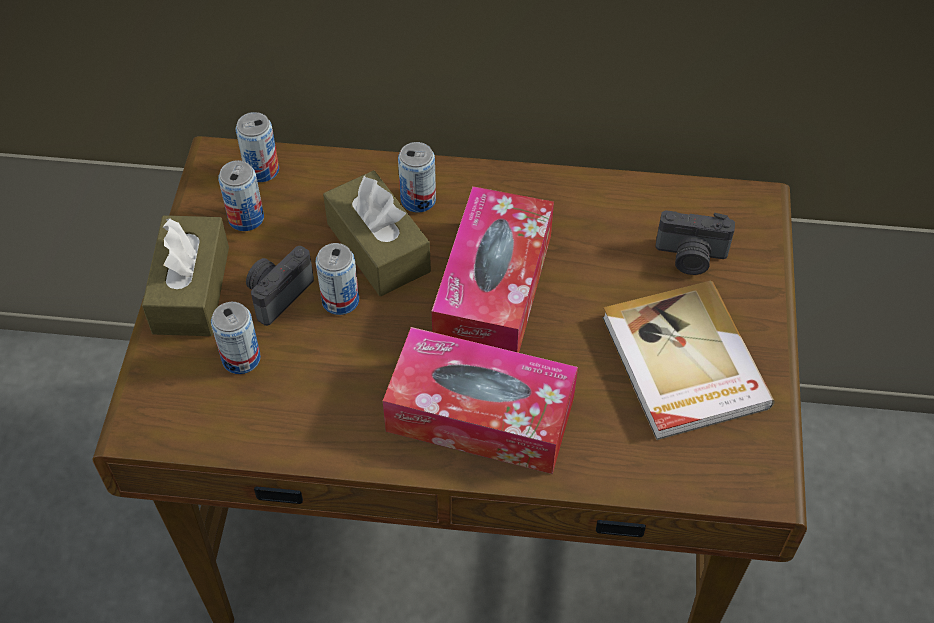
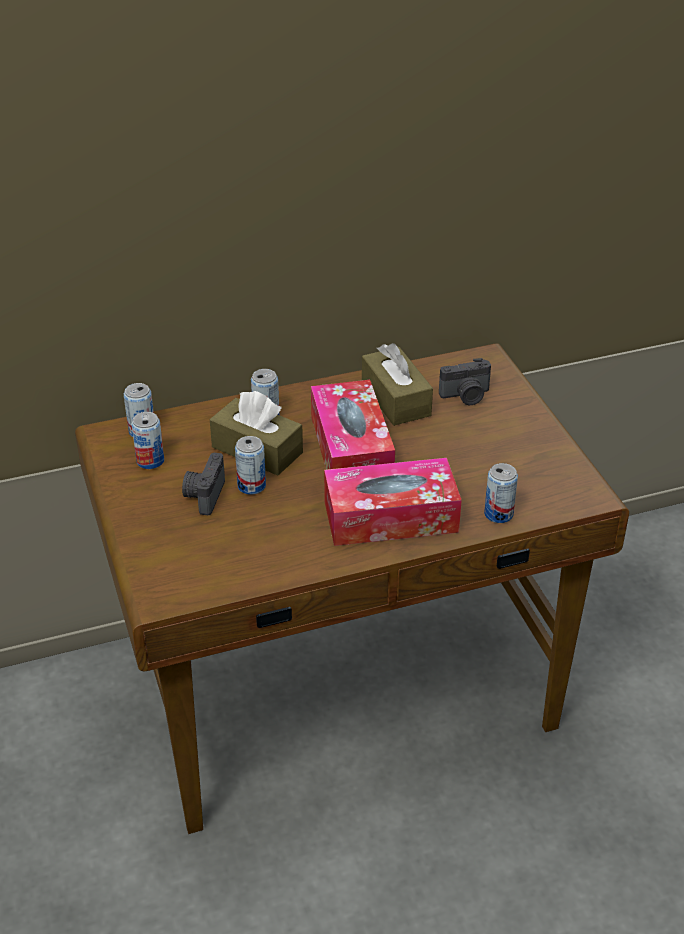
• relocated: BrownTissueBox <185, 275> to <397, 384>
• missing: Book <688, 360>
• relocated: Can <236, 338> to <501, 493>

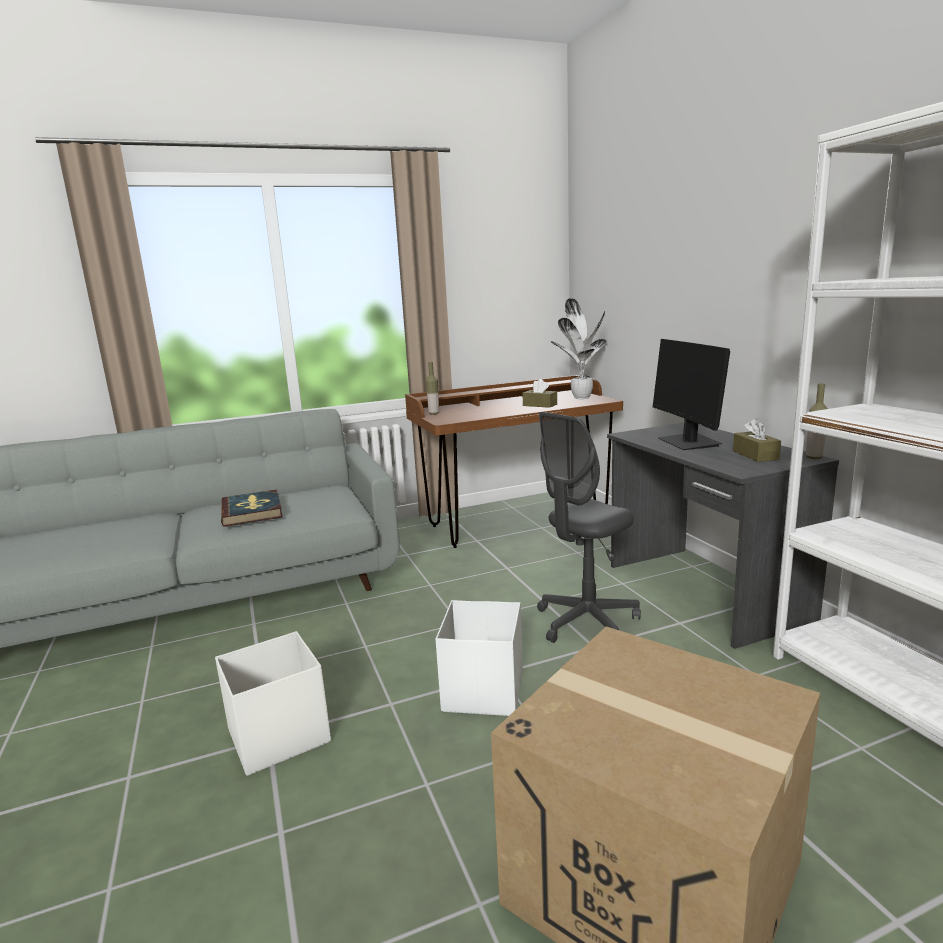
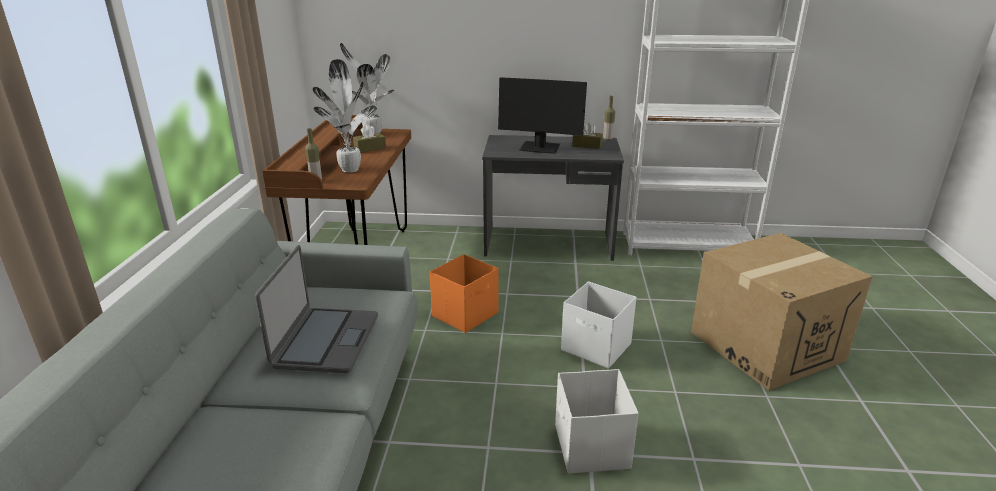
• missing: GreyOfficeChair <589, 527>
• exchanged: Book <252, 508> to Laptop <316, 309>
• appeared: PottedPlant <345, 116>
• appeared: OrangeStorageBox <464, 293>

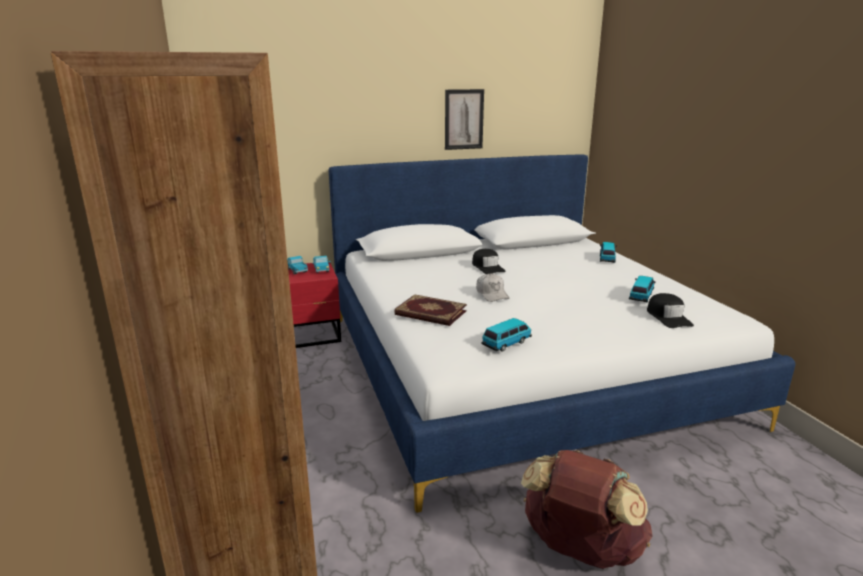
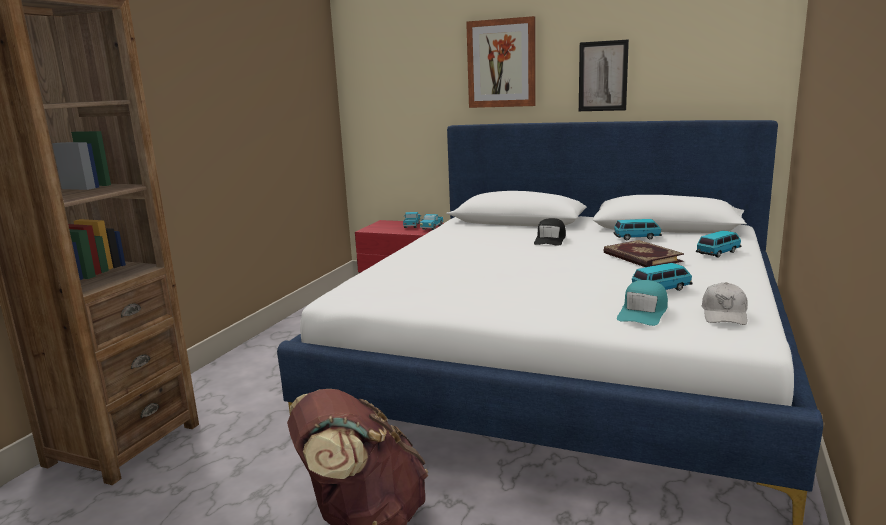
• relocated: WhiteCap <493, 287> to <725, 303>
• colour: BlackCap <670, 310> to TurquoiseCap <642, 303>
• relocated: Book <430, 310> to <643, 253>
• relocated: ToyCar <506, 335> to <638, 229>
• appeared: Picture <501, 62>

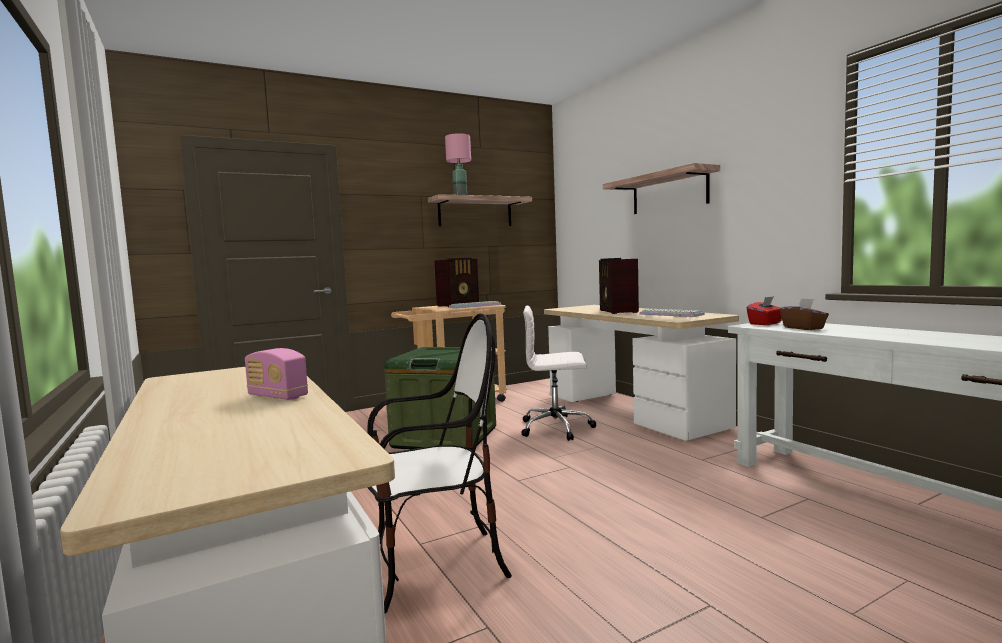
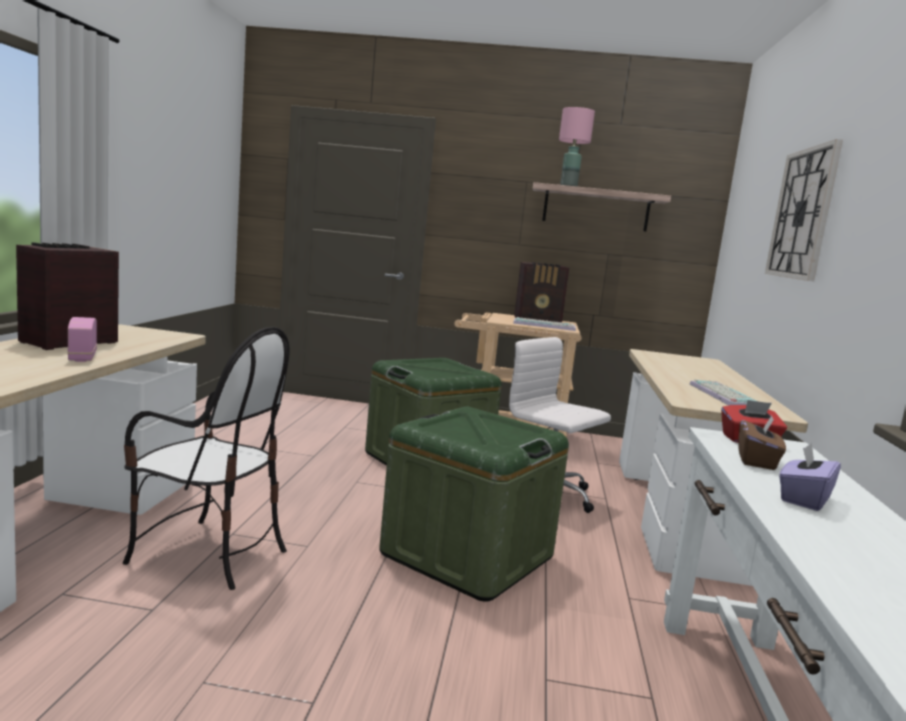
• exchanged: Shelf <661, 188> to WallClock <804, 210>
• relocated: Radio <619, 286> to <67, 296>
• appeared: GreenStorageBox <474, 504>
• appeared: PurpleTissueBox <810, 477>

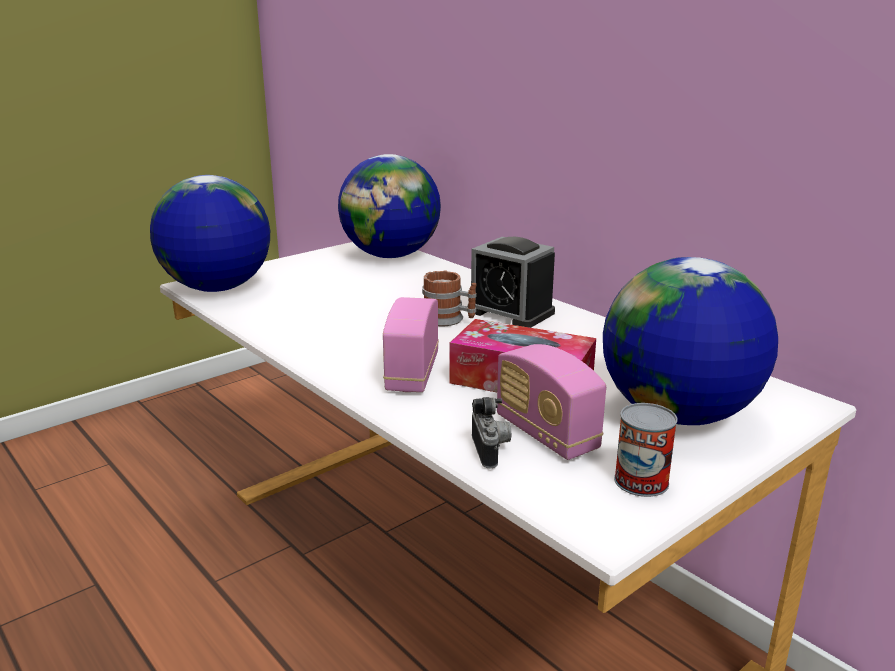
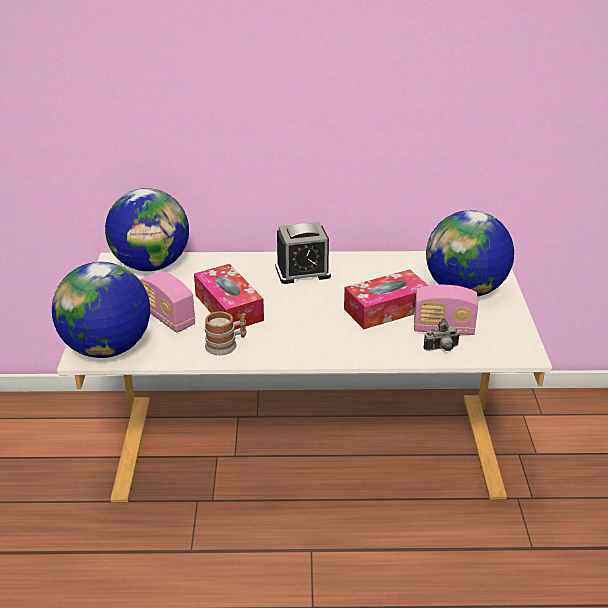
• relocated: Mug <449, 298> to <226, 333>
• relocated: Radio <411, 344> to <167, 301>
• spun: PhotoCamera <491, 432> = <441, 334> 135 degrees clockwise
• missing: Can <646, 450>
• appeared: TissueBox <229, 297>

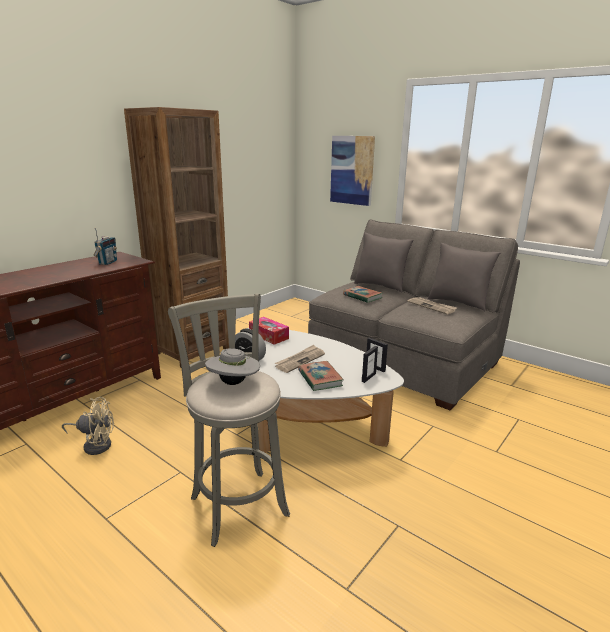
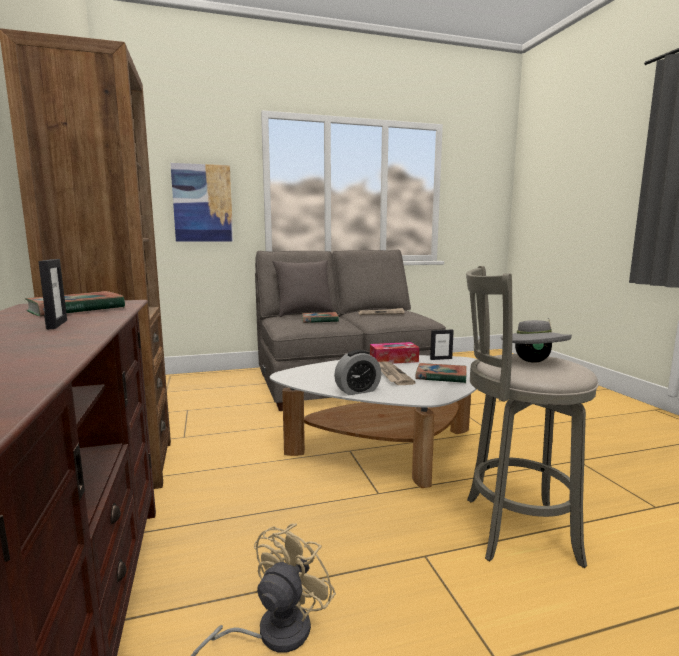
• exchanged: Radio <105, 246> to Book <75, 303>
• missing: GreyPillow <464, 277>
• relocated: TissueBox <269, 331> to <394, 353>
• relocated: PictureFrame <370, 364> to <52, 294>

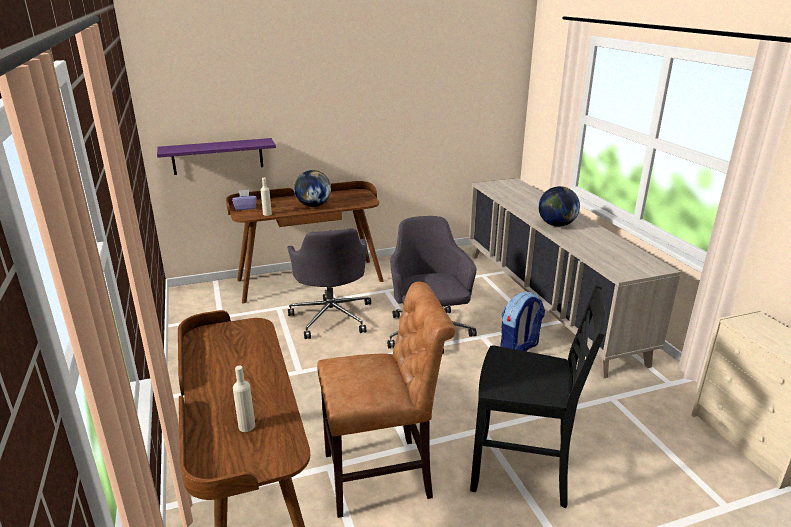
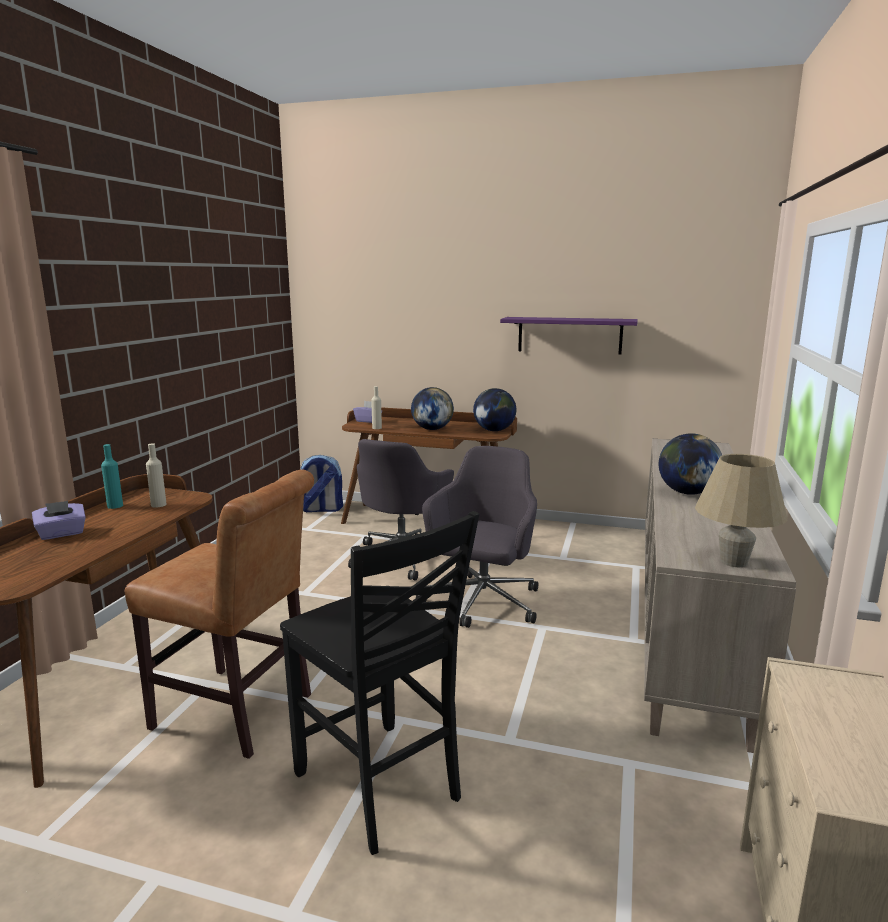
• relocated: PurpleShelf <216, 156> to <569, 336>
• relocated: Backpack <523, 321> to <321, 483>
• relocated: BeigeBottle <244, 399> to <156, 475>
• appeared: Globe <494, 409>
• appeared: TurquoiseBottle <112, 476>
• appeared: BeigeTableLamp <741, 510>
• appeared: PurpleTissueBox <59, 520>

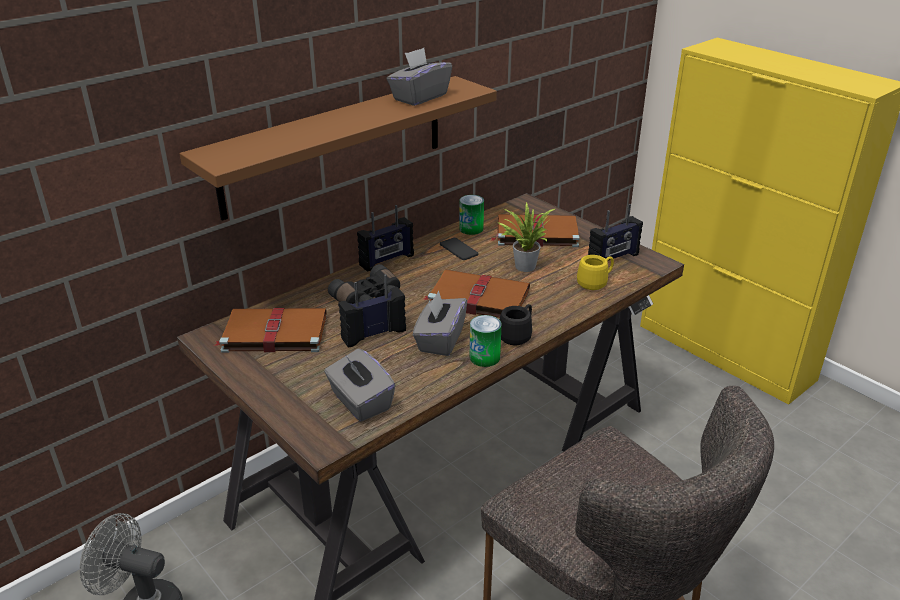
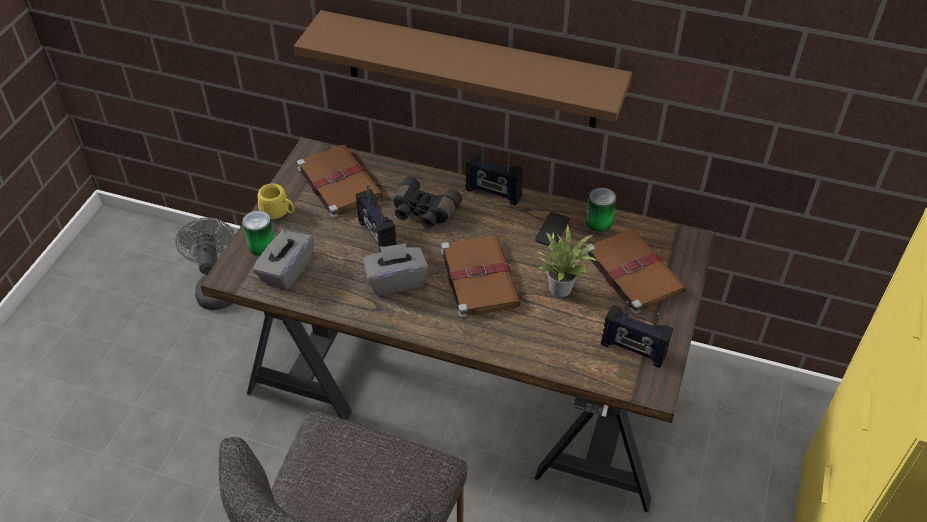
• missing: GreyTissueBox <419, 77>
• relocated: YellowMug <595, 272> to <276, 201>
• spun: Radio <372, 311> = <376, 218> 150 degrees counterclockwise
• missing: BlackMug <516, 324>
• relocated: Can <486, 341> to <258, 233>

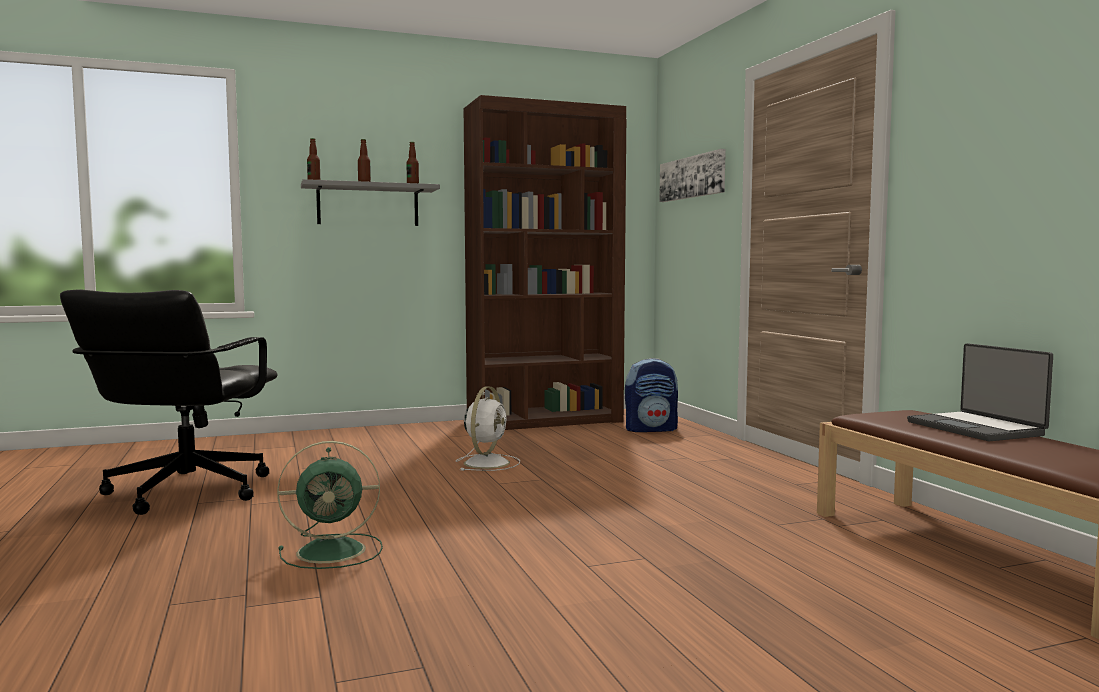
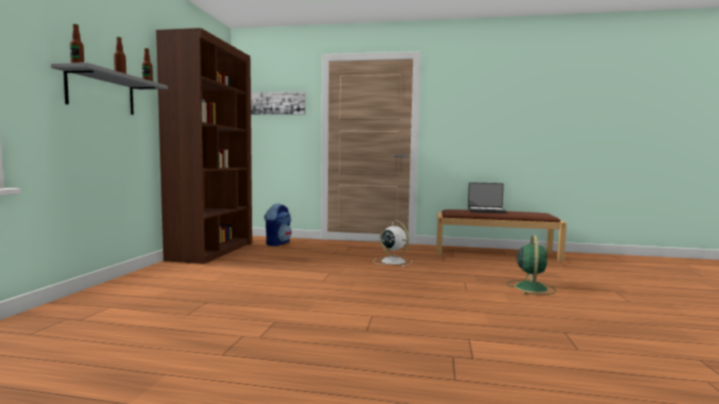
• missing: BlackOfficeChair <169, 402>
• relocated: WhiteFan <488, 428> to <392, 243>
• relocated: GreenFan <330, 505> to <531, 265>

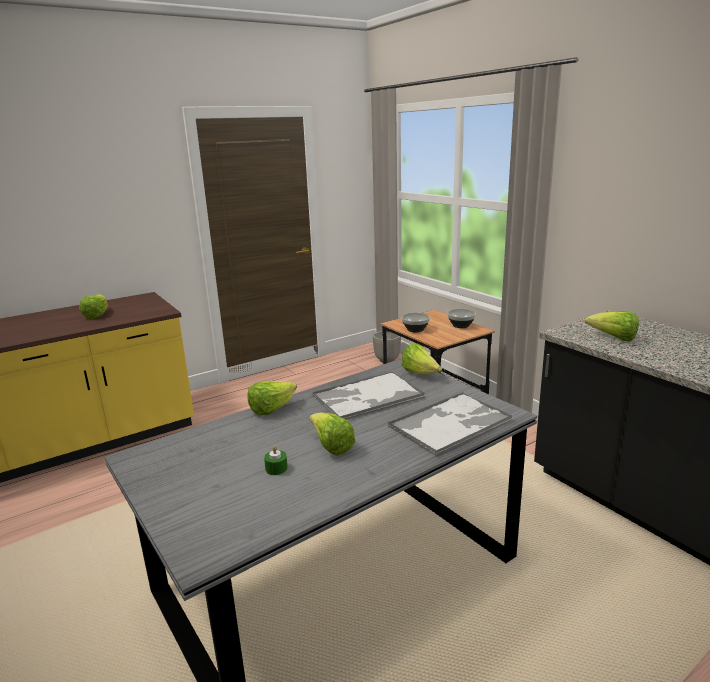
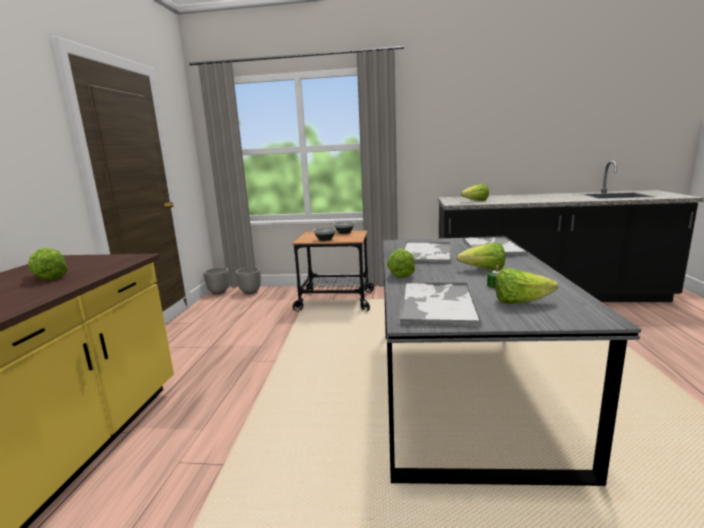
• relocated: Lettuce <422, 359> to <526, 286>
• appeared: Planter <216, 281>
• appeared: Tray <440, 304>

